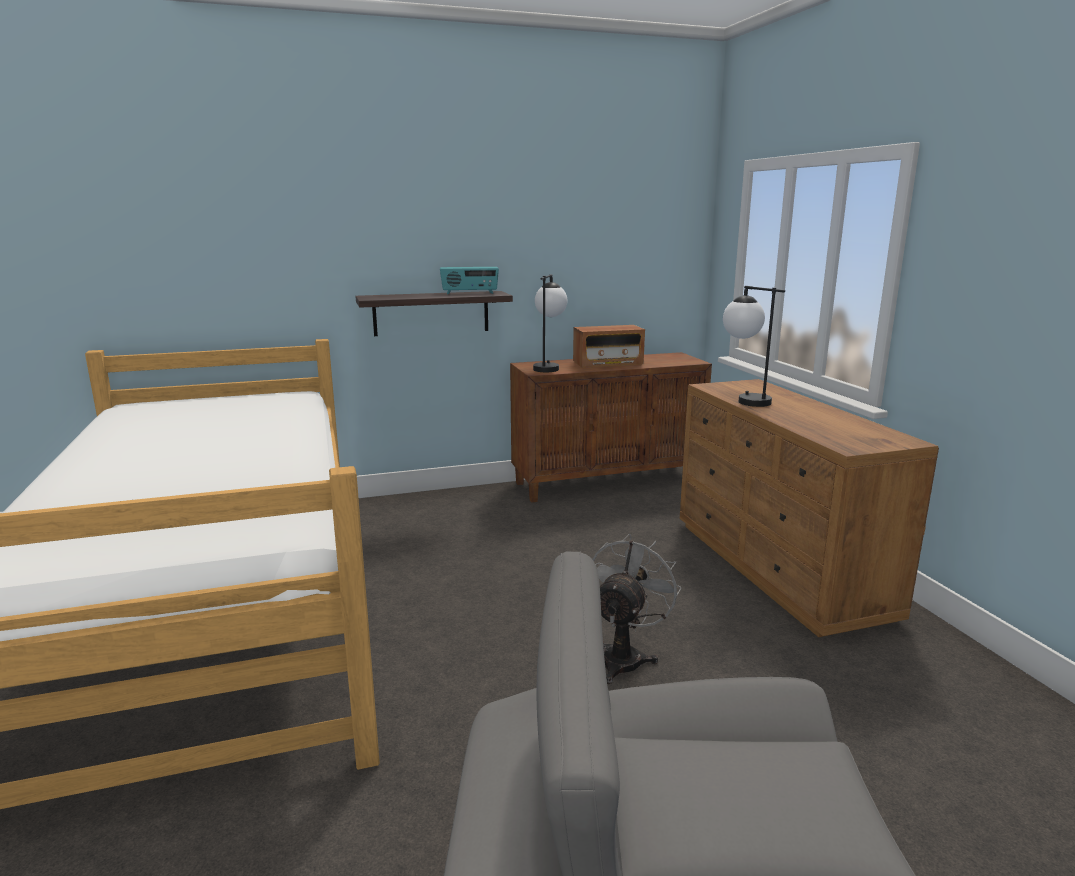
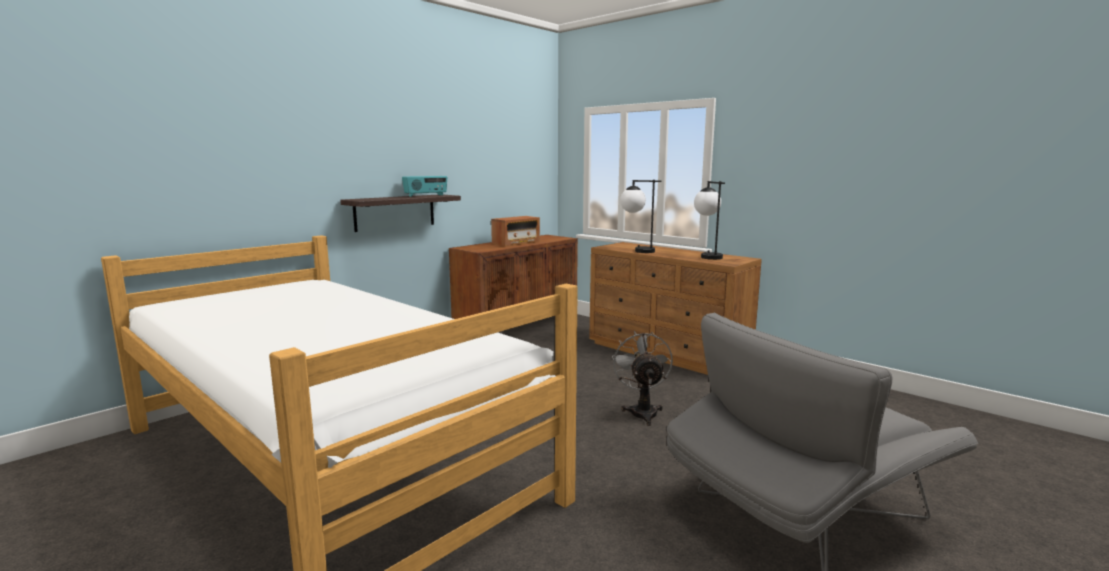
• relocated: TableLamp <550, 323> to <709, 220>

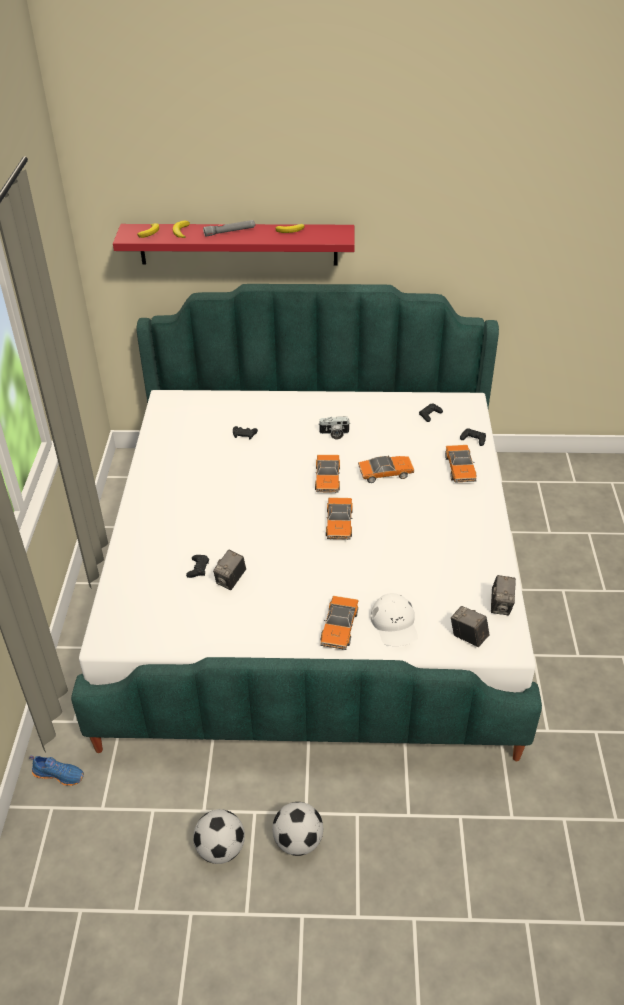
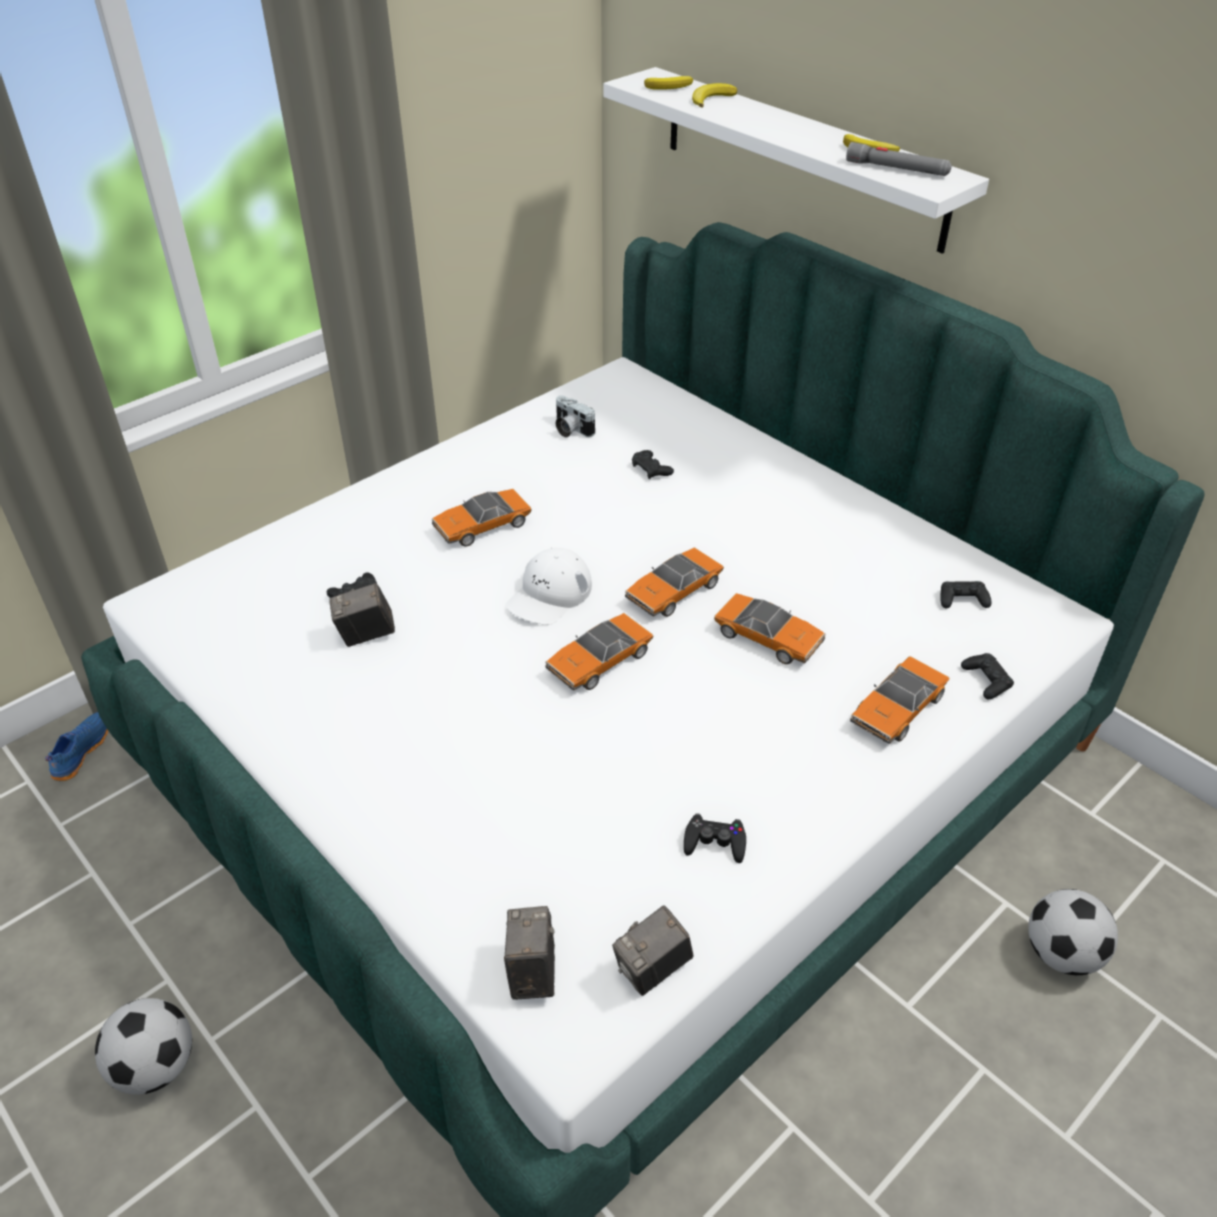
• relocated: GreyFlashlight <229, 228> to <899, 159>
• colour: RedShelf <234, 245> to WhiteShelf <796, 160>
• relocated: PhotoCamera <334, 427> to <575, 417>
• relocated: WhiteCap <394, 619> to <548, 586>
• relocated: ToyCar <339, 623> to <482, 518>
• spun: BlueShoe <56, 770> = <76, 746> 135 degrees counterclockwise
• relocated: Football <219, 836> to <1073, 932>
• appeared: BlackGameController <715, 838>

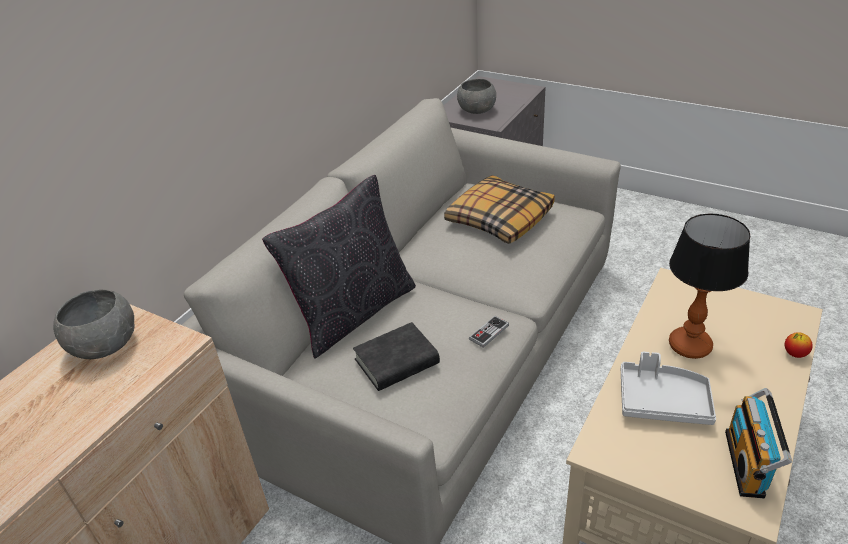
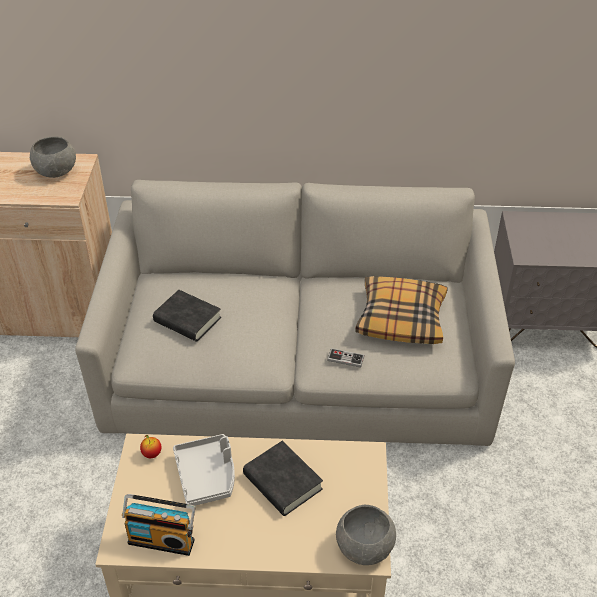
• relocated: GreyBowl <476, 96> to <366, 535>
• missing: BlackPillow <339, 267>
• exchanged: TableLamp <710, 286> to BlackBook <283, 478>
• relocated: GameController <489, 332> to <346, 358>
• relocated: Apple <799, 345> to <151, 446>
• spun: Radio <758, 443> = <159, 525> 150 degrees counterclockwise

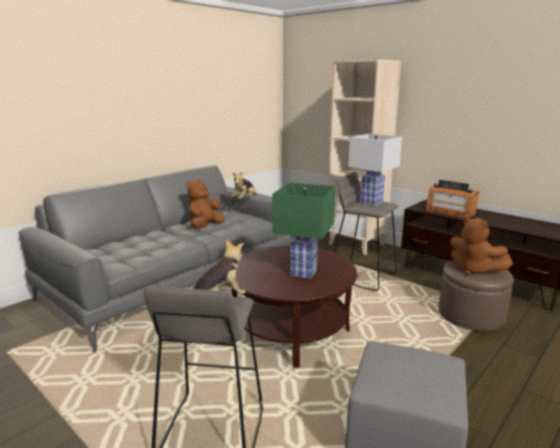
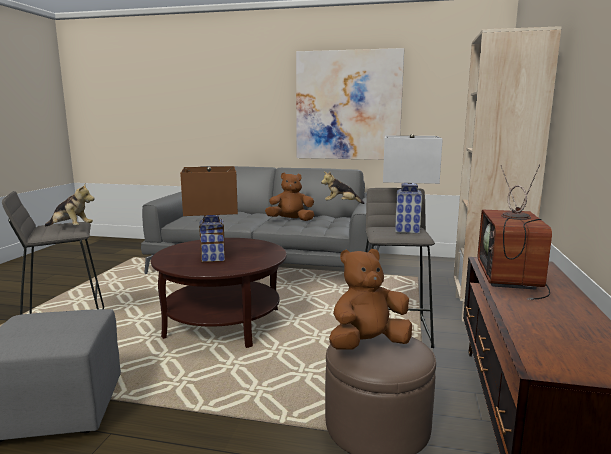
• exchanged: Radio <452, 199> to Television <515, 232>
• colour: GreenTableLamp <304, 230> to BrownTableLamp <209, 214>
• spun: BrownPlushToy <481, 246> = <370, 299> 45 degrees clockwise
• appeared: Picture <350, 104>

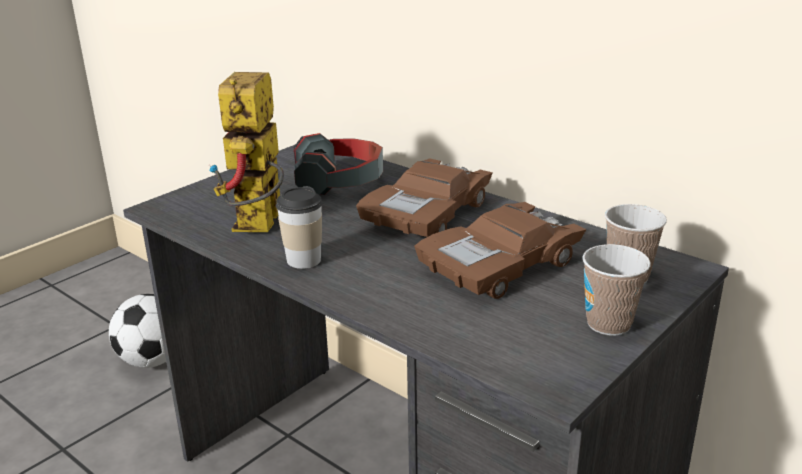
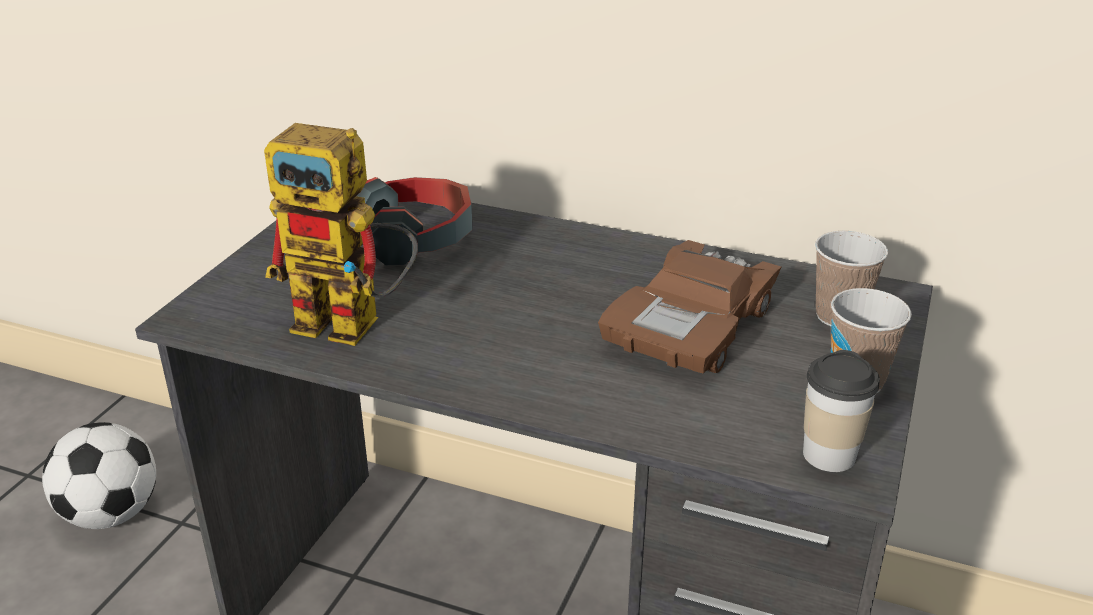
• spun: ToyRobot <246, 152> = <341, 234> 60 degrees counterclockwise
• missing: BrownToyCar <424, 197>
• relocated: Cup <299, 227> to <841, 411>

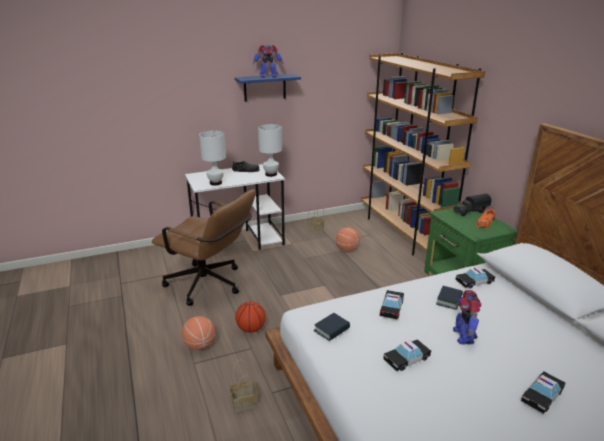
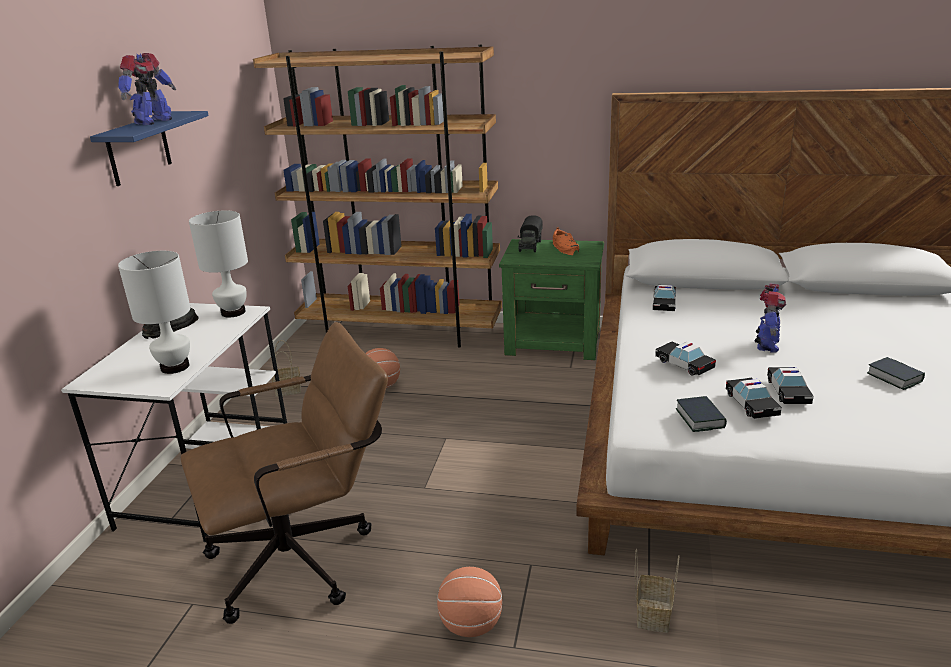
• relocated: Book <449, 298> to <896, 373>
• spun: ToyRobot <467, 317> = <770, 318> 105 degrees counterclockwise
• missing: Basketball <250, 317>
• relocated: ToyCar <543, 392> to <754, 398>

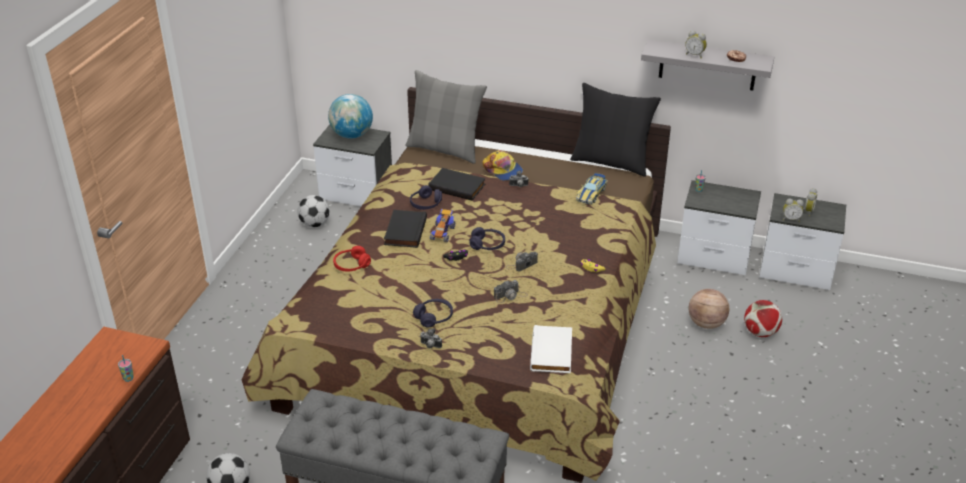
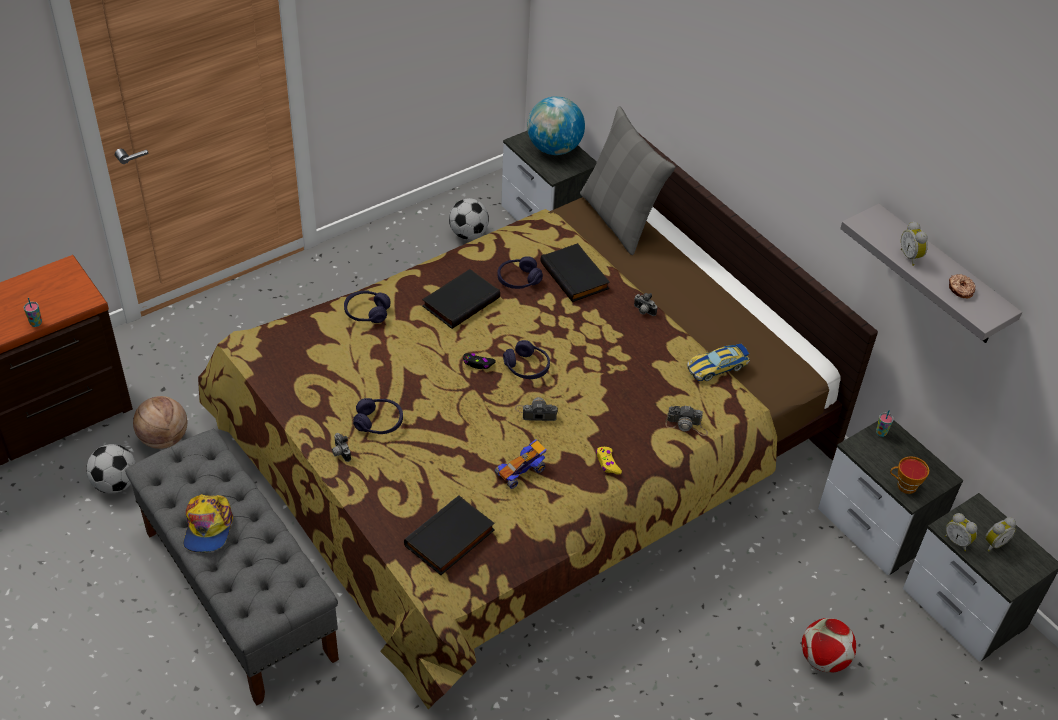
• missing: BlackPillow <615, 130>
• relocated: Cap <502, 165> to <208, 523>
• relocated: ToyCar <442, 225> to <521, 464>
• colour: RedHeadphones <352, 258> to PurpleHeadphones <367, 307>
• relocated: PhotoCamera <511, 291> to <686, 421>
• relocated: Basketball <708, 309> to <160, 422>
• colour: WhiteBook <551, 349> to BlackBook <449, 535>
• appeared: Cup <909, 475>

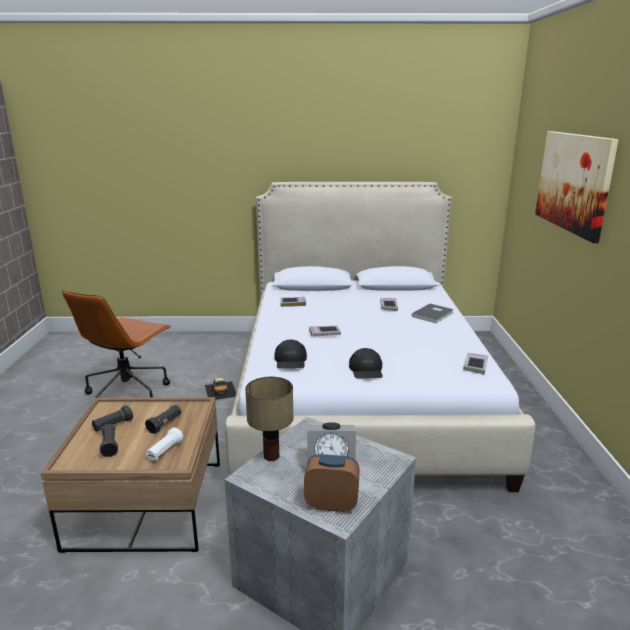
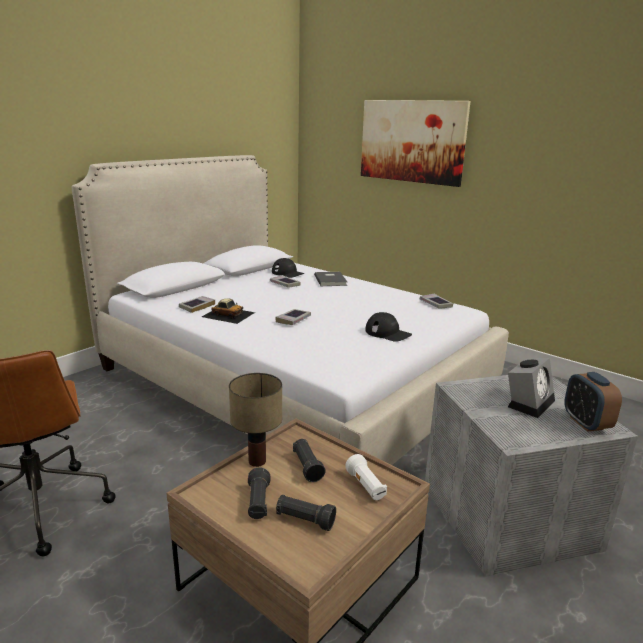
• relocated: BlackCap <290, 354> to <288, 268>
• relocated: TableLamp <269, 419> to <255, 420>
• relocated: ToyCar <220, 389> to <228, 311>
• spun: AlarmClock <331, 483> = <593, 402> 60 degrees counterclockwise

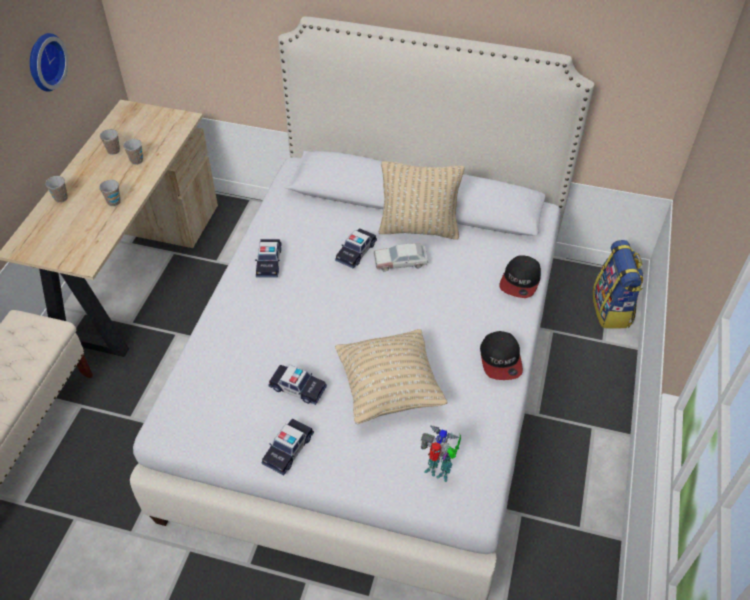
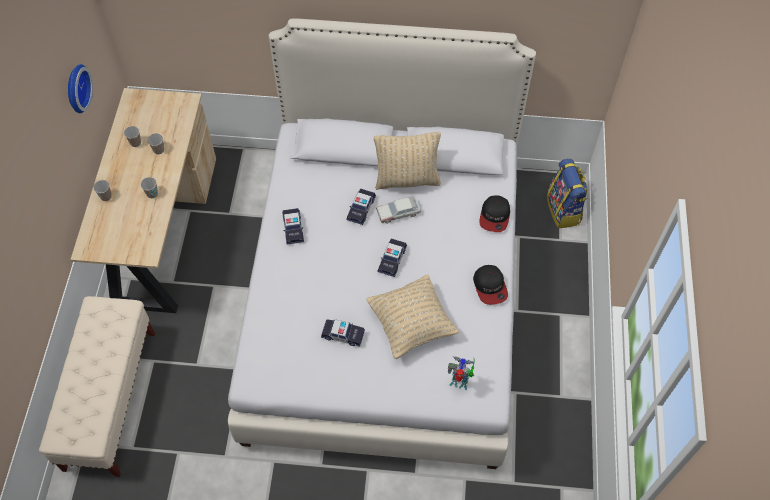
• relocated: ToyCar <287, 446> to <392, 257>

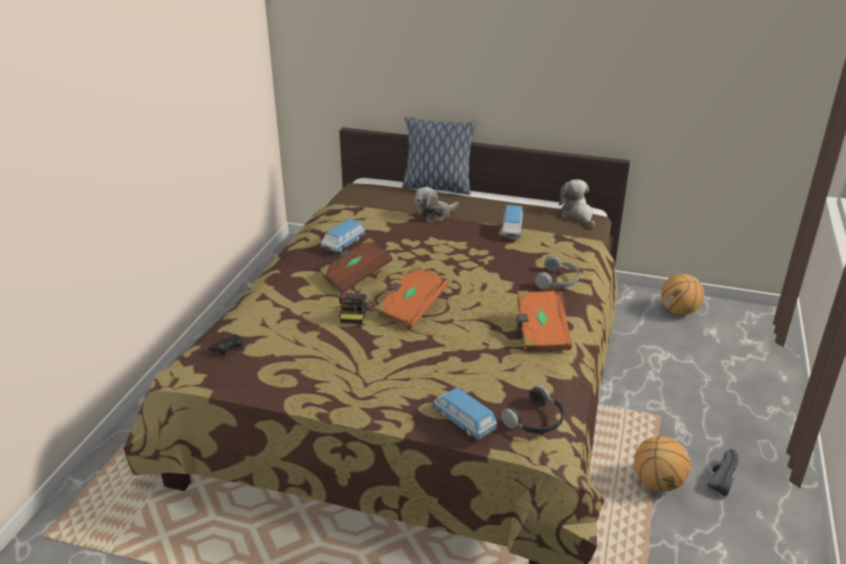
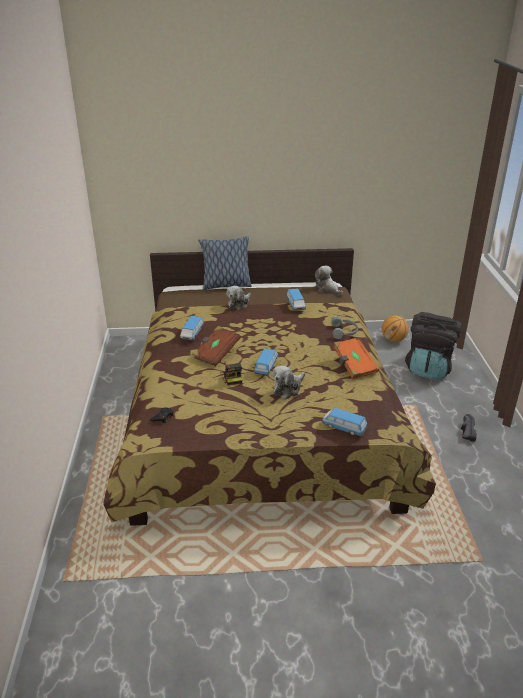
• exchanged: OrangeBook <412, 297> to ToyCar <266, 362>
• missing: BlackHeadphones <532, 409>
• missing: Basketball <662, 464>
• appeared: BlackBackpack <433, 346>
• appeared: PlushToy <288, 382>

